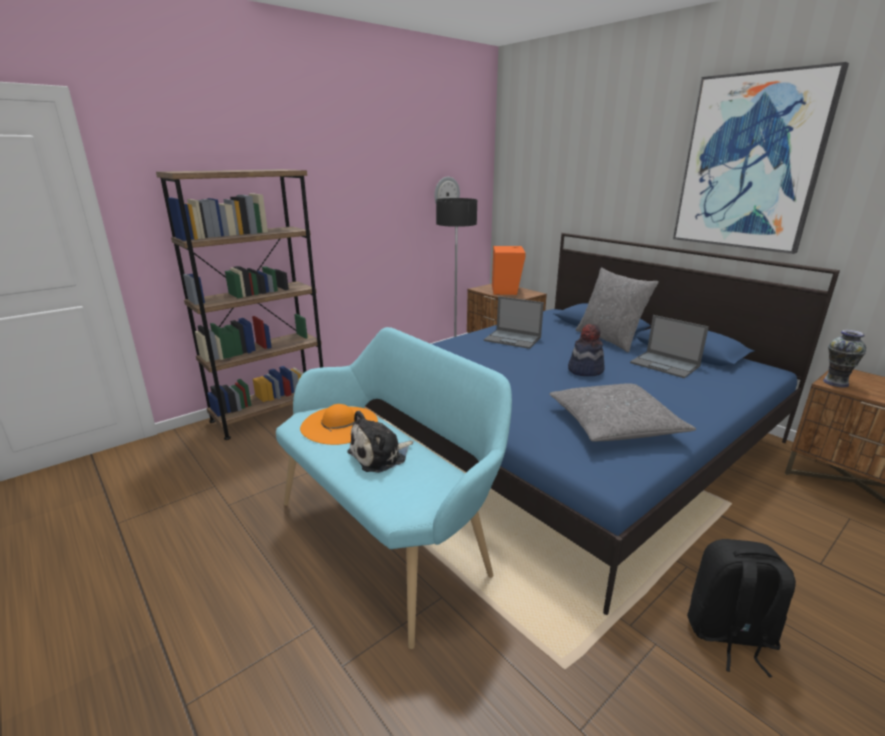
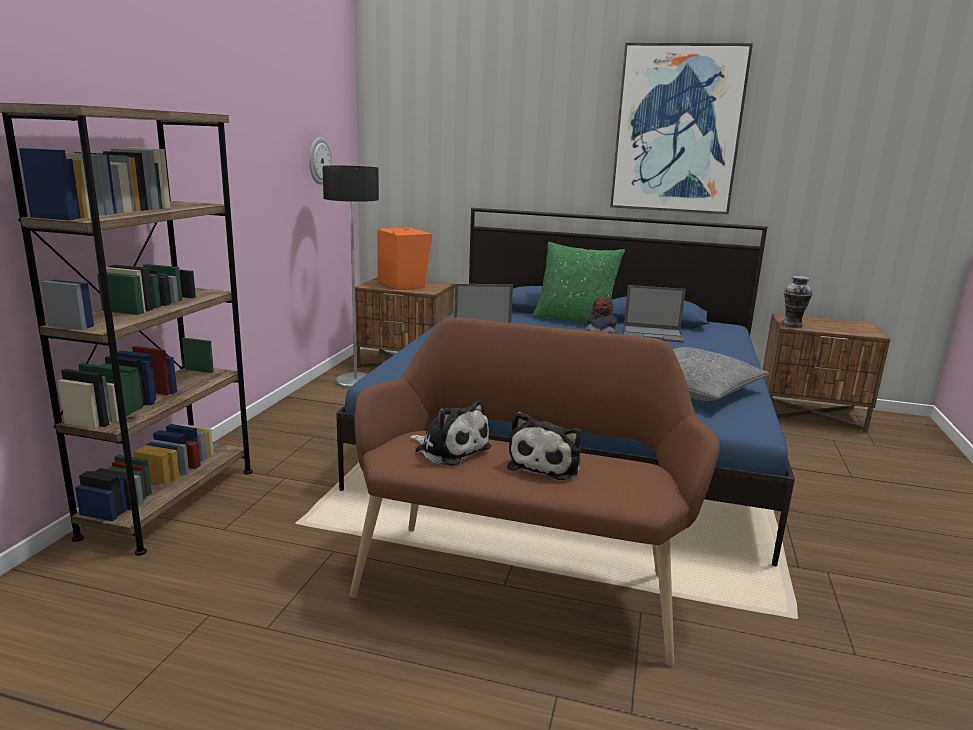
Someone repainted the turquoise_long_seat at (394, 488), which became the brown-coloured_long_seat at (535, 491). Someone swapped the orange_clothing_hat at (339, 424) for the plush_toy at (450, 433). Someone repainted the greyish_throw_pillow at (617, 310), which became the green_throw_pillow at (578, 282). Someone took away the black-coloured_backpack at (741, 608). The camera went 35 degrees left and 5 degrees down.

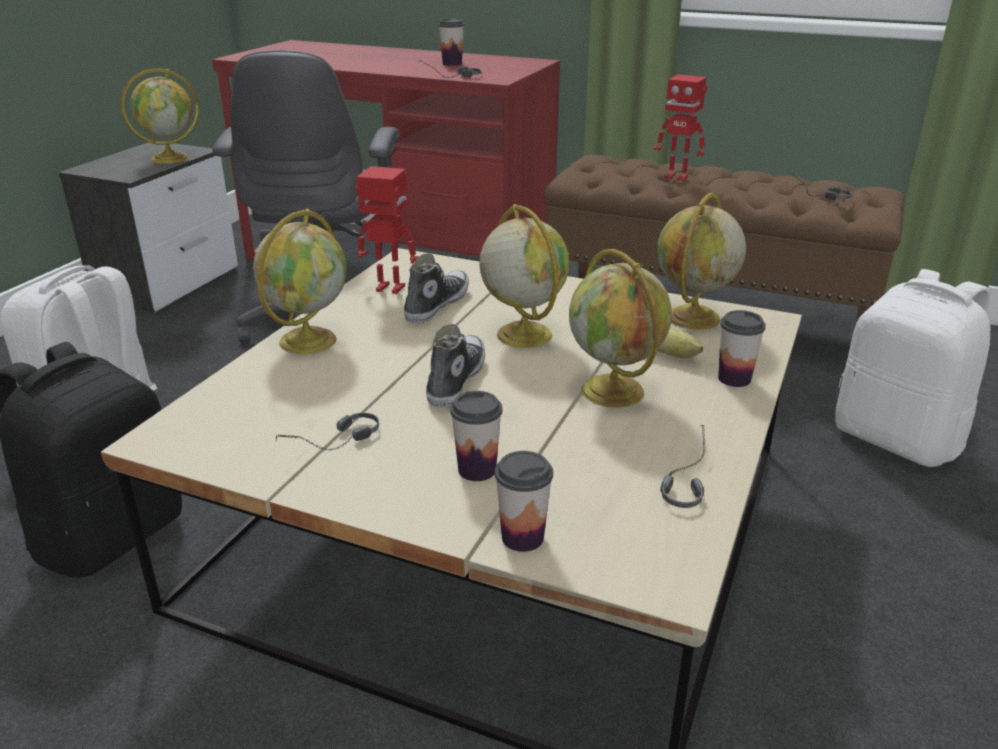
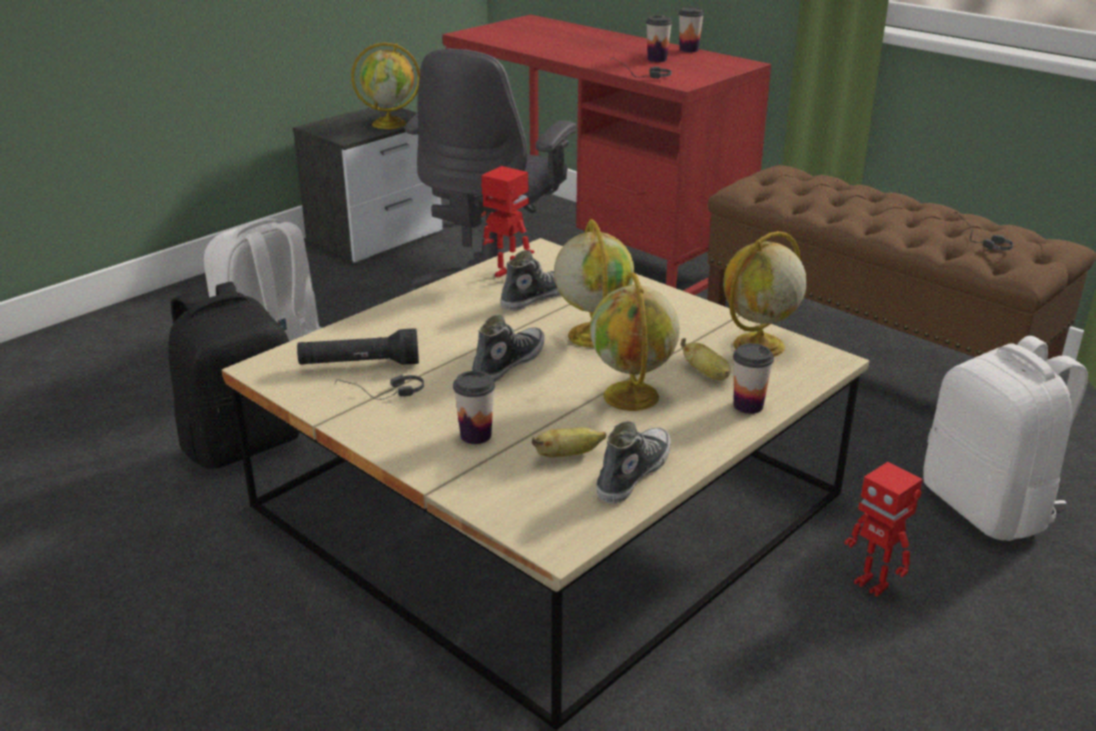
Someone took away the desk_globe at (300, 281). Someone carried the drinking_cup from (524, 501) to (691, 29). Someone carried the toy_robot from (680, 127) to (883, 529). Someone swapped the headset at (683, 466) for the item_of_footwear at (633, 462). Someone put down the black-coloured_flashlight at (358, 346). Someone put down the whole_banana at (569, 442). The camera went 20 degrees right and 0 degrees up.

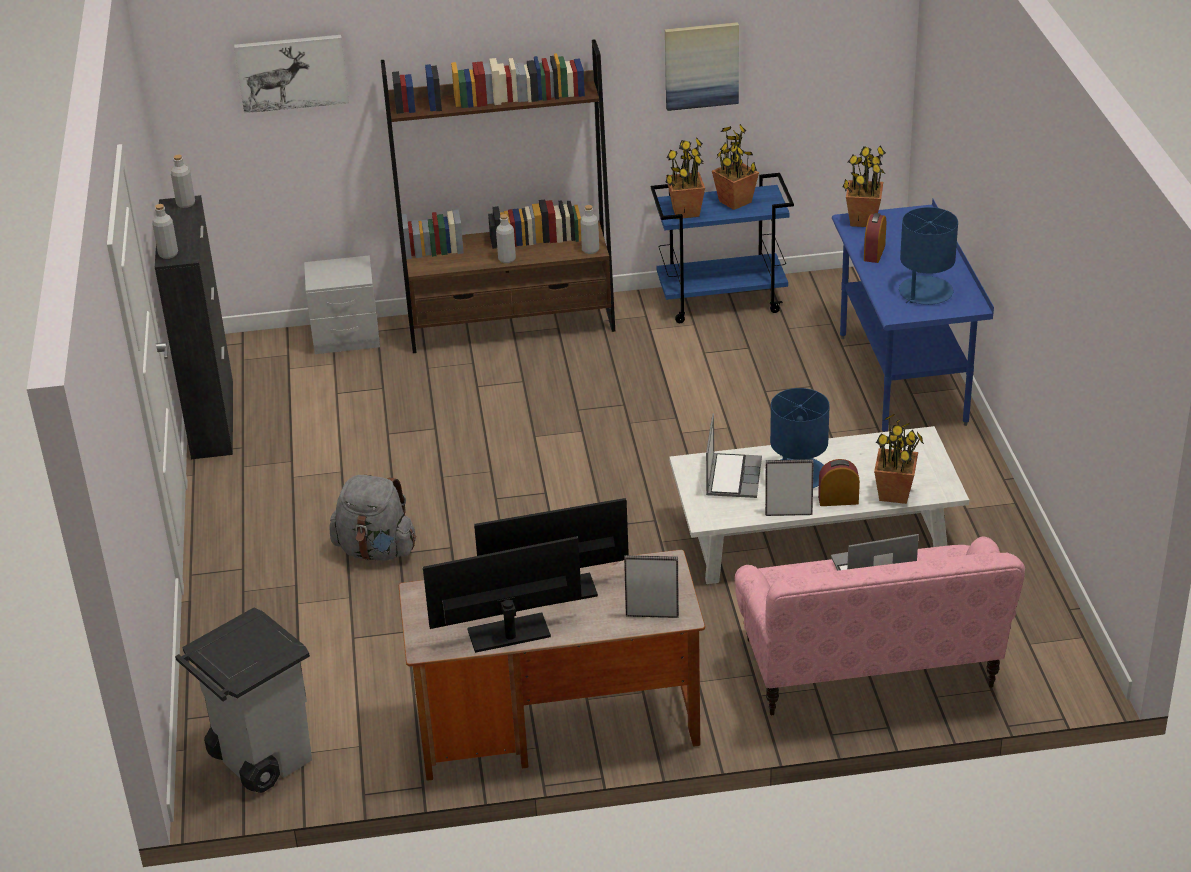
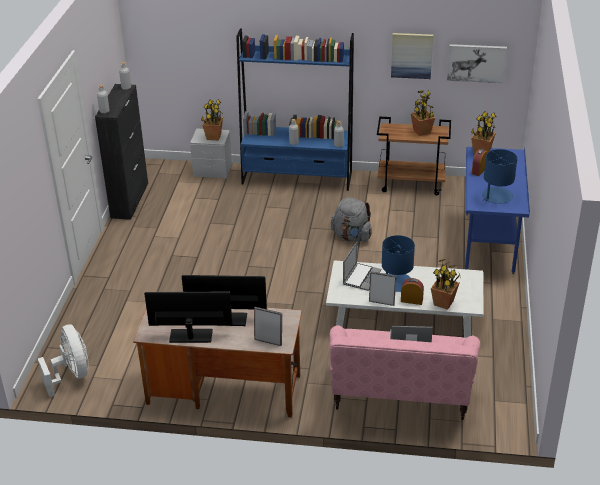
Someone swapped the greyish_rubbish_bin at (243, 700) for the white-coloured_electric_fan at (63, 360). Someone carried the wall_art from (291, 74) to (477, 63). Someone carried the greyish_backpack from (372, 518) to (351, 219). Someone repainted the brown-coloured_bookshelf at (498, 196), which became the blue-coloured_bookshelf at (295, 109). Someone repainted the blue-coloured_wheeled_cart at (722, 248), which became the brown-coloured_wheeled_cart at (414, 156). Someone carried the houseplant from (685, 178) to (212, 120). The camera went 15 degrees right and 0 degrees up.

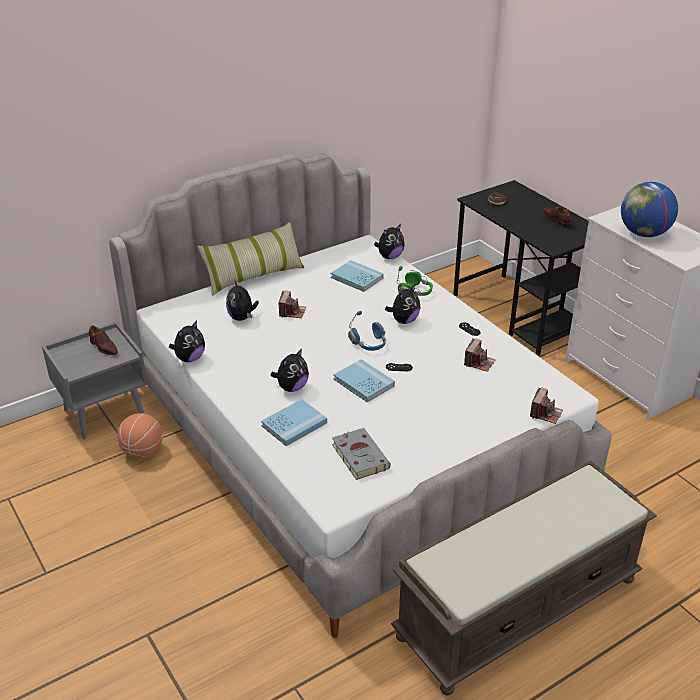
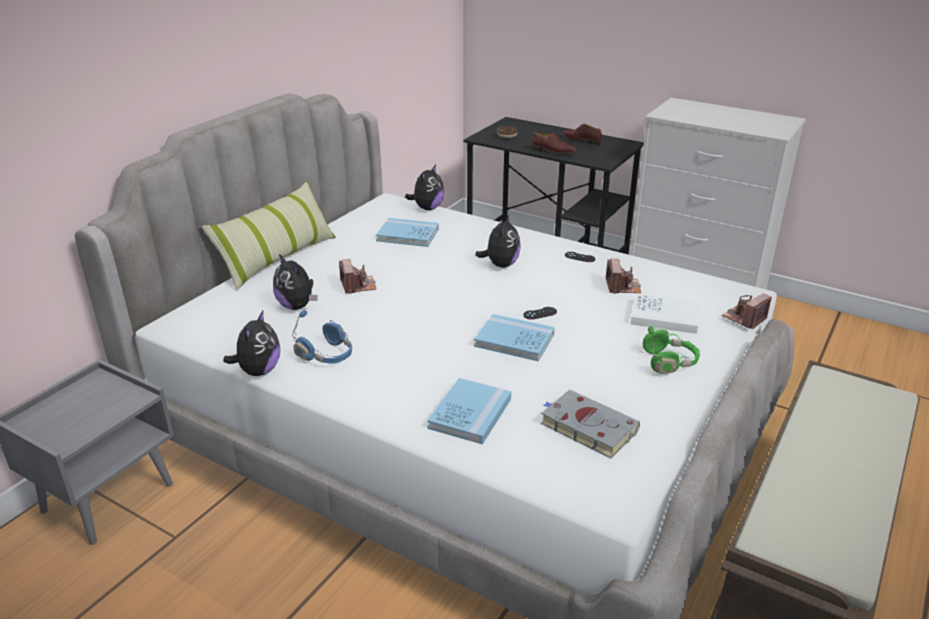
Someone carried the brown-coloured_item_of_footwear from (103, 340) to (554, 143). Someone took away the basketball_ball at (140, 435). Someone took away the plush_toy at (290, 370). Someone carried the blue-coloured_headset from (367, 331) to (322, 337). Someone carried the green_headset from (414, 281) to (671, 350). Someone rotated the still_camera at (546, 405) by 135 degrees counterclockwise. Someone took away the desk_globe at (649, 209). Someone put down the white-coloured_bound_book at (665, 313). The camera went 25 degrees left and 5 degrees down.

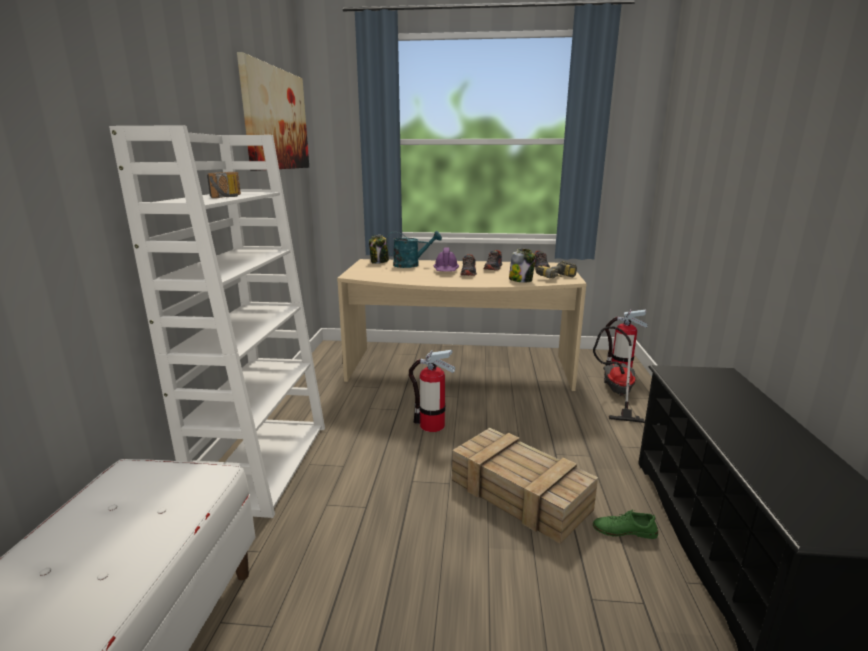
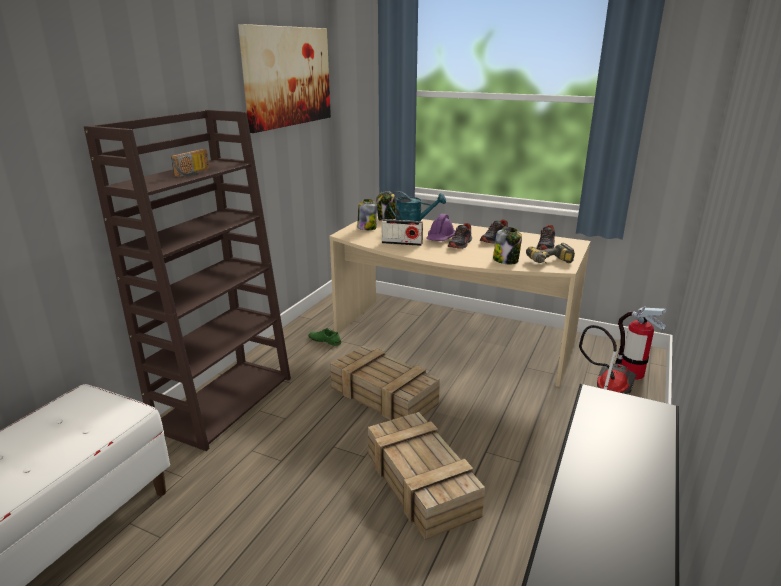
Someone repainted the white-coloured_bookshelf at (217, 321), which became the brown-coloured_bookshelf at (187, 280). Someone swapped the fire_extinguisher at (432, 391) for the shipping_crate at (385, 383). Someone carried the green_item_of_footwear from (625, 524) to (325, 337). Someone put down the jar at (367, 214). Someone put down the radio at (402, 232). The camera went 20 degrees right and 5 degrees up.

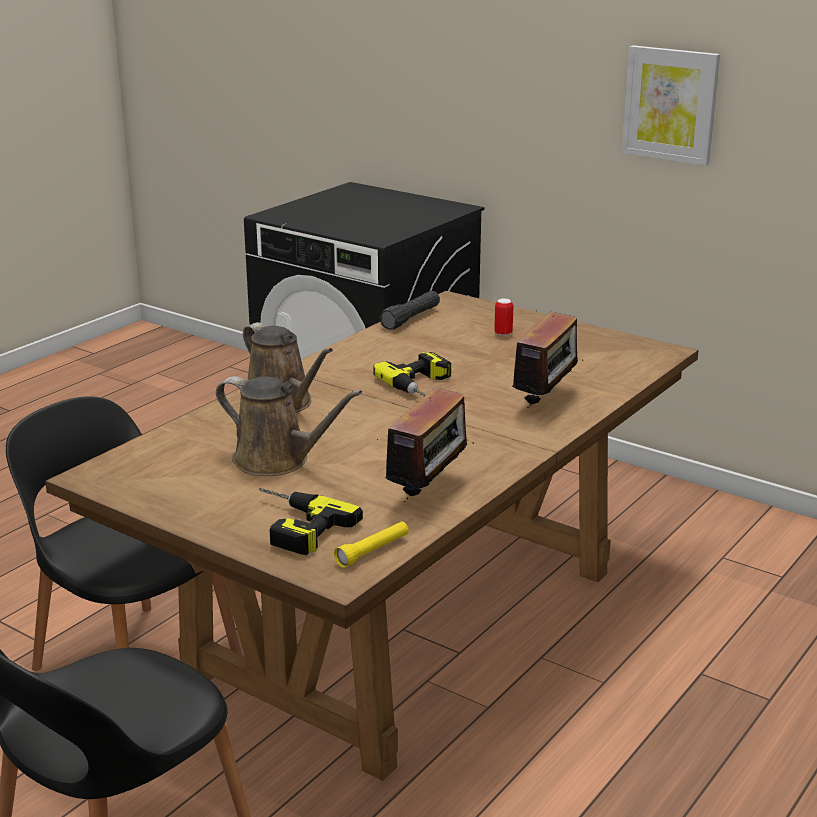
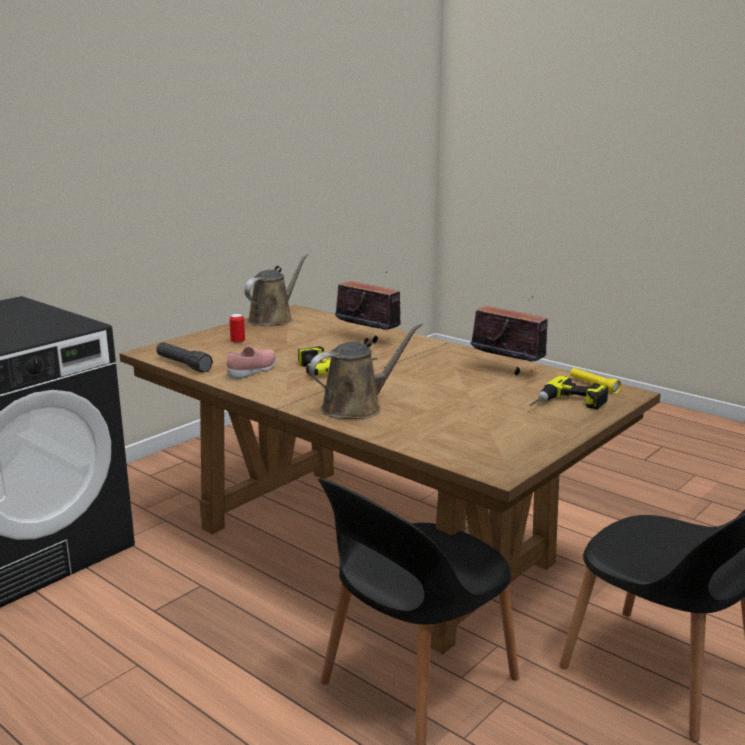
Someone carried the brown-coloured_watering_can from (289, 426) to (276, 289). Someone took away the wall_art at (671, 105). Someone put down the pink-coloured_item_of_footwear at (252, 363). The camera went 85 degrees left and 5 degrees down.

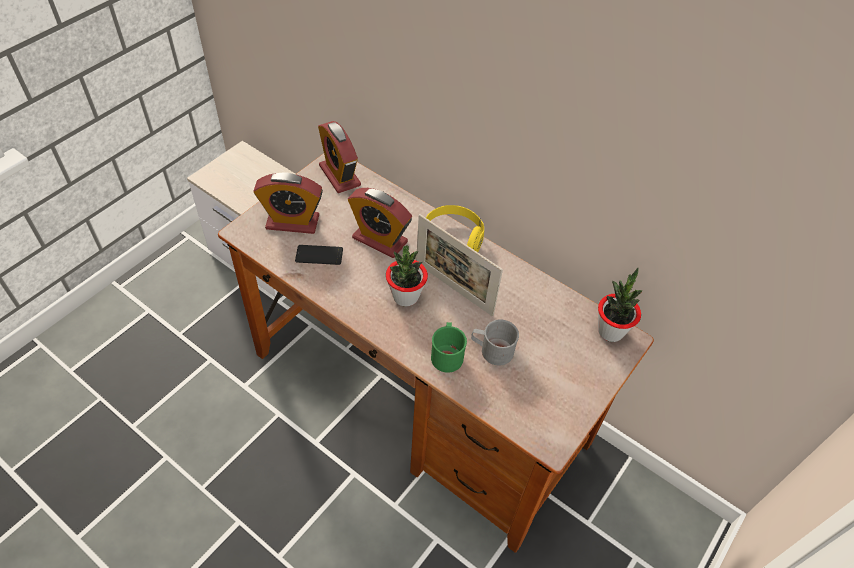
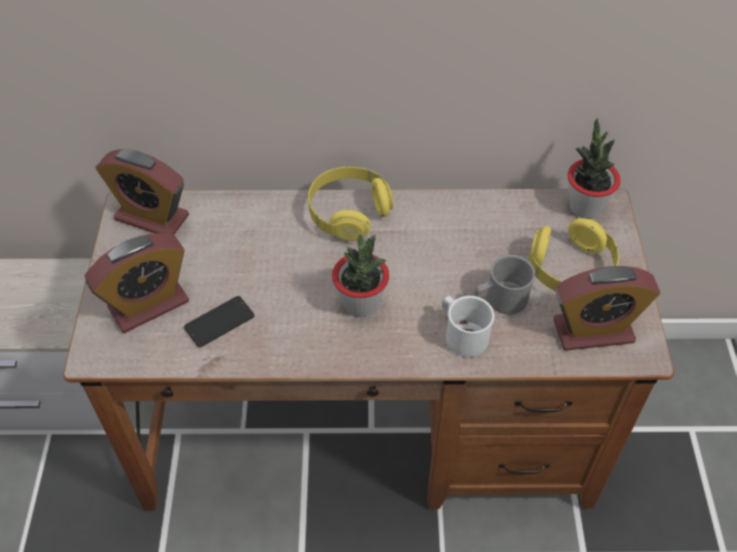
Someone carried the table_clock from (380, 223) to (606, 308). Someone took away the picture_frame at (459, 265). Someone repainted the green_coffee_mug at (449, 347), which became the white-coloured_coffee_mug at (468, 326). Someone put down the yellow-coloured_headset at (574, 254). The camera went 35 degrees left and 0 degrees up.

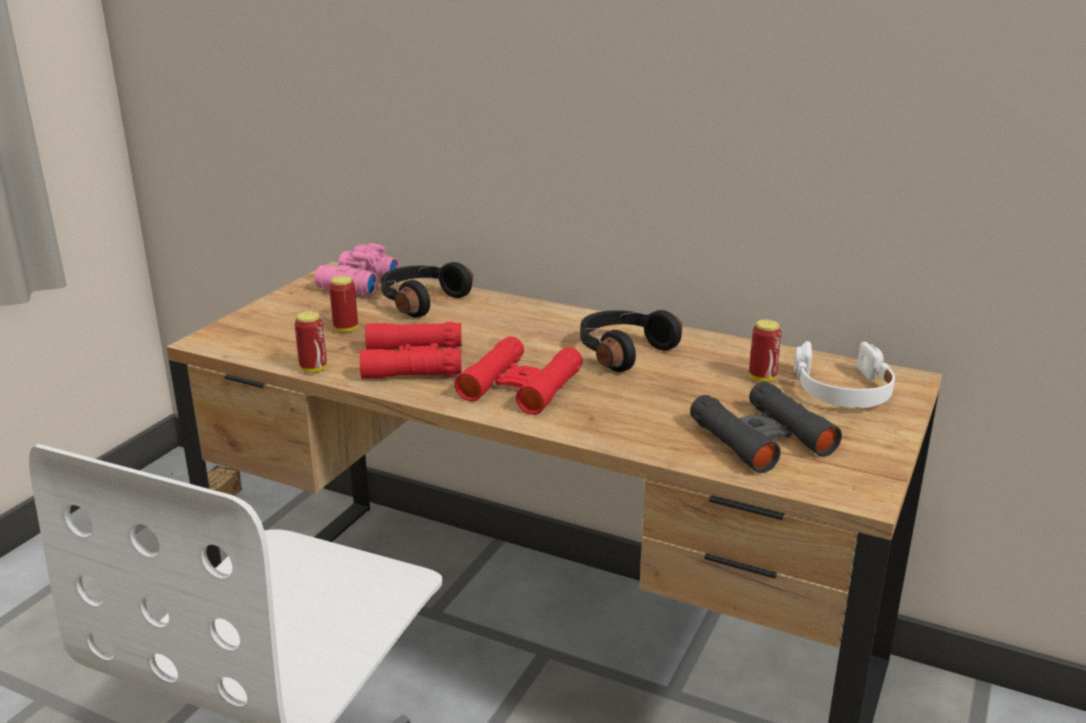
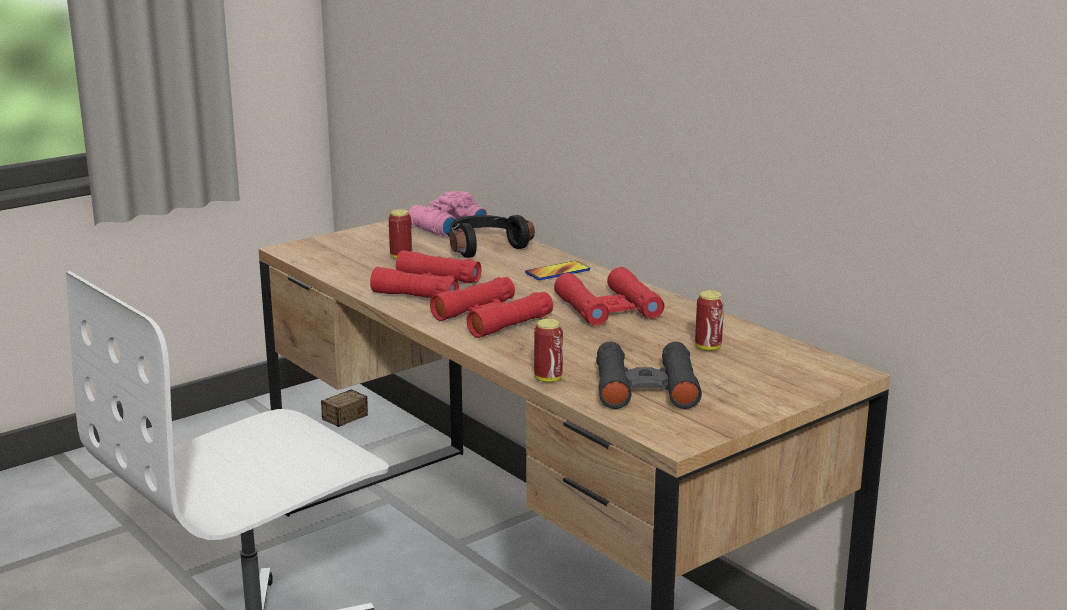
Someone carried the can from (311, 342) to (548, 351). Someone swapped the black-coloured_headset at (631, 341) for the red_binoculars at (609, 296). Someone took away the white-coloured_headset at (844, 374). Someone put down the telephone at (557, 270). The camera went 25 degrees right and 5 degrees down.

